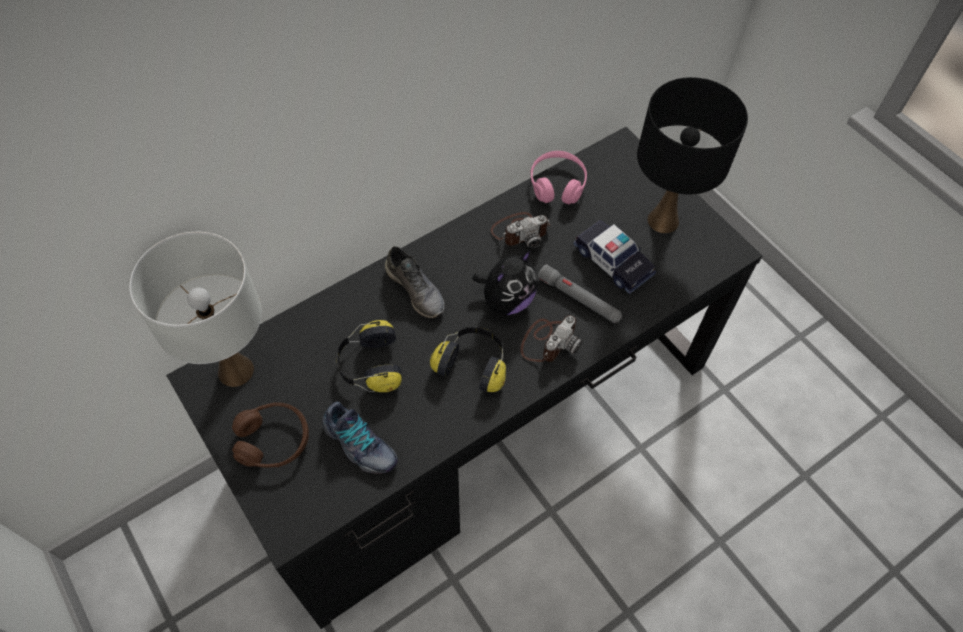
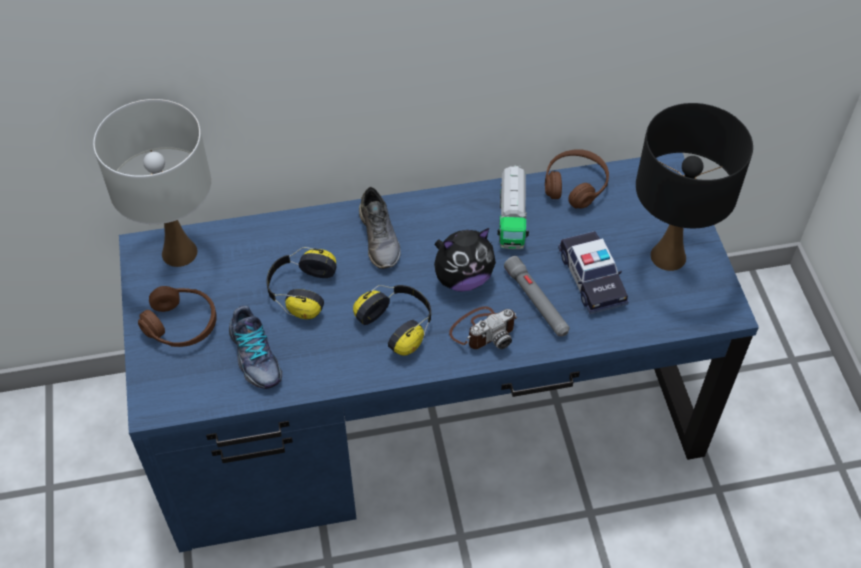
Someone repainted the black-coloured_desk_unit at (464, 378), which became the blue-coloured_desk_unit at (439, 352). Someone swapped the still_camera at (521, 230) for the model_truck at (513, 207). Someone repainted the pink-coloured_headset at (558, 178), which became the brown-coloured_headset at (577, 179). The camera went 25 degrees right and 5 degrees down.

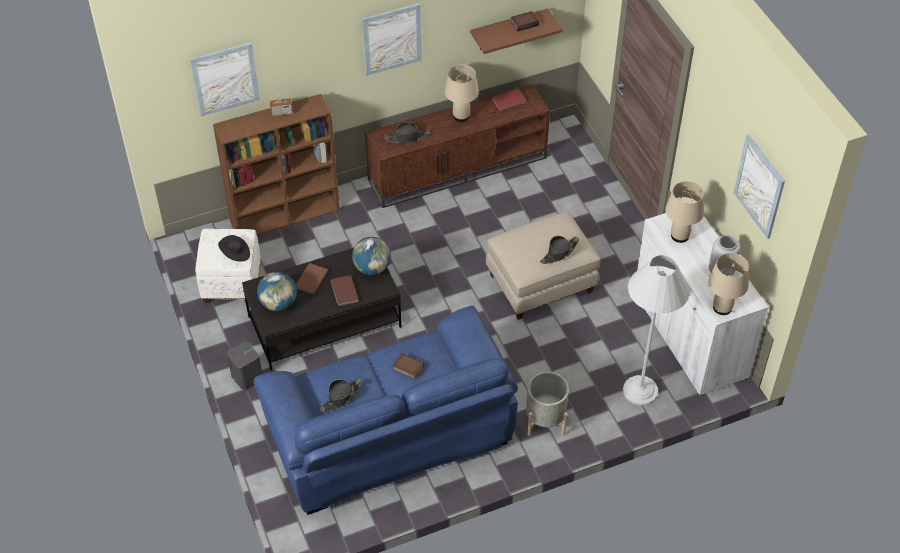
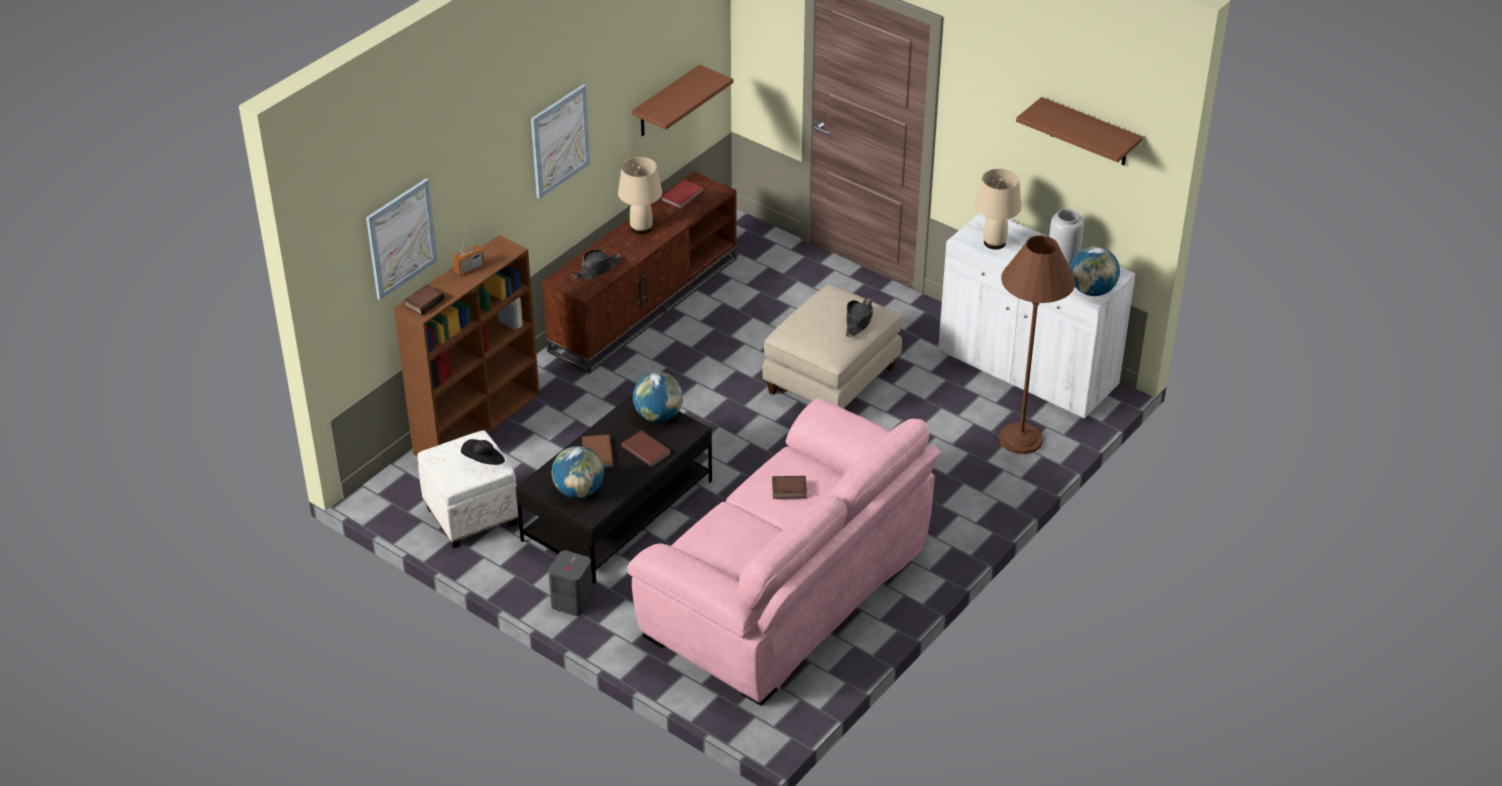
Someone repainted the blue-coloured_settee at (385, 410), which became the pink-coloured_settee at (784, 552). Someone took away the black-coloured_clothing_hat at (341, 395). Someone carried the bound_book from (524, 21) to (424, 299). Someone took away the greyish_flower_pot at (547, 404). Someone repainted the white-coloured_standing_lamp at (656, 331), which became the brown-coloured_standing_lamp at (1037, 344). Someone swapped the sand-coloured_lamp_for_a_table at (728, 284) for the desk_globe at (1095, 271). Someone swapped the wall_art at (759, 187) for the brown-coloured_shelf at (1079, 131). The camera went 30 degrees left and 10 degrees down.

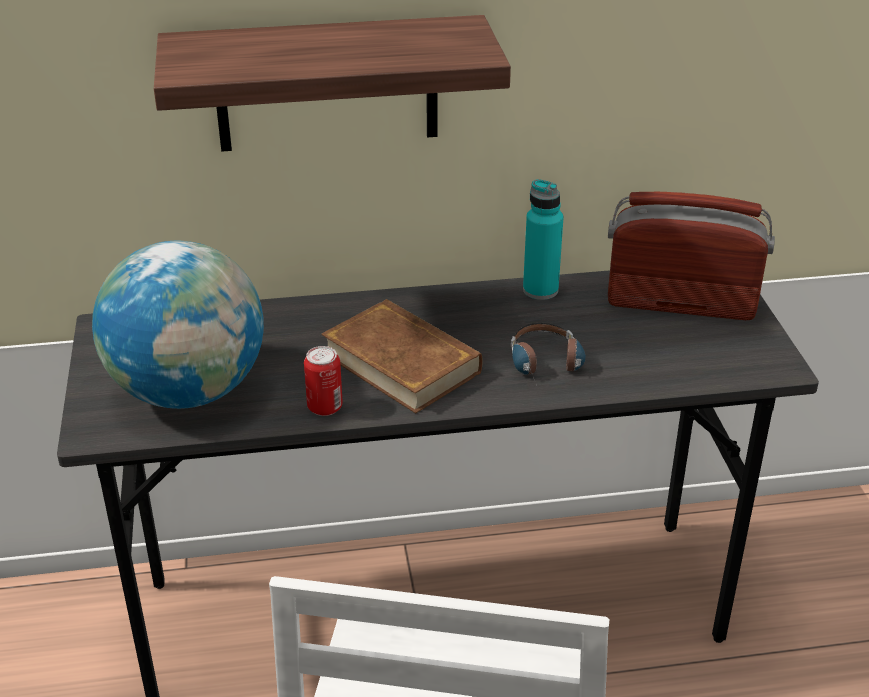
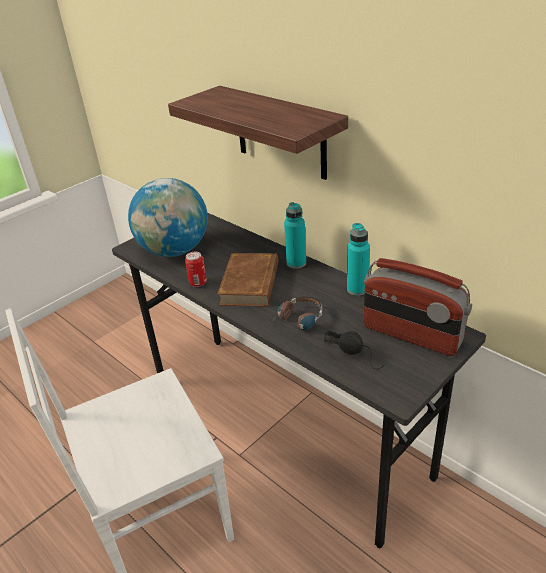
Someone rotated the radio at (691, 256) by 150 degrees clockwise. Someone put down the turquoise_bottle at (295, 235). Someone put down the black-coloured_headset at (354, 350). The camera went 55 degrees right and 0 degrees up.

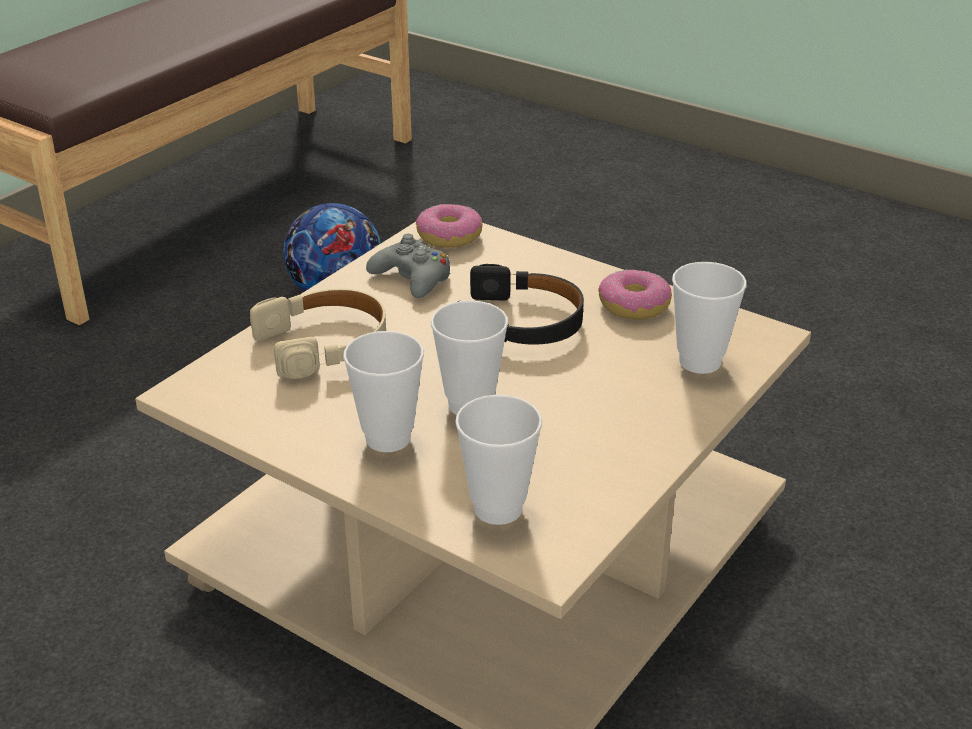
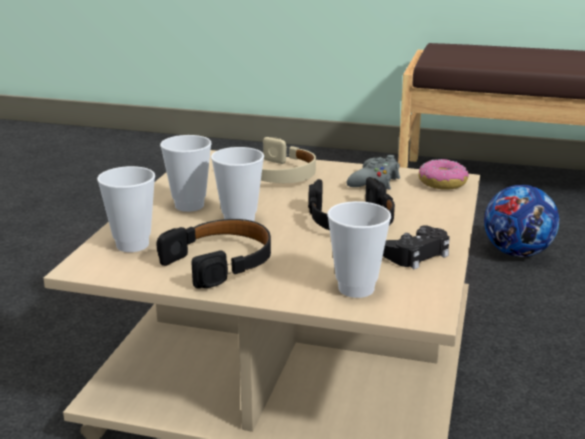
Someone swapped the donut at (635, 294) for the black-coloured_joypad at (416, 247). Someone put down the black-coloured_headset at (213, 254). The camera went 70 degrees right and 10 degrees down.

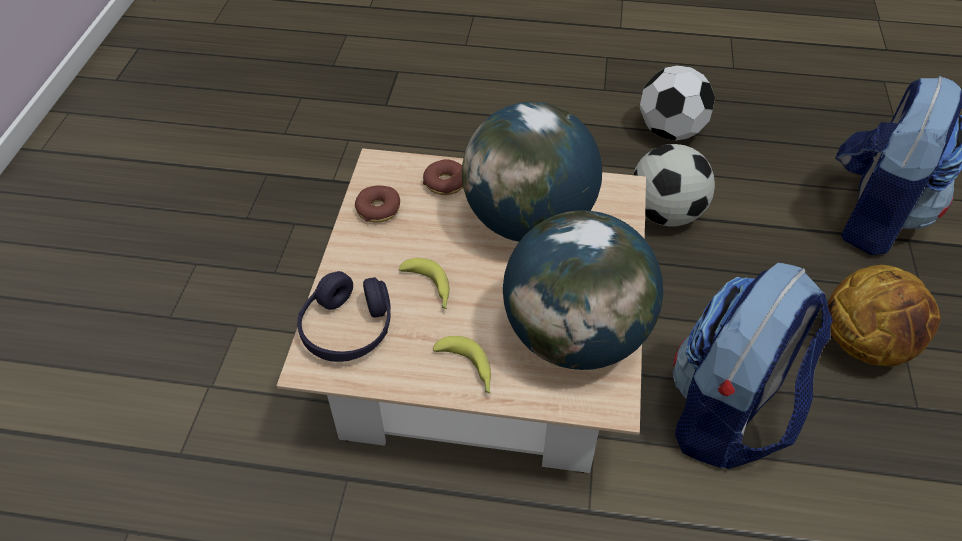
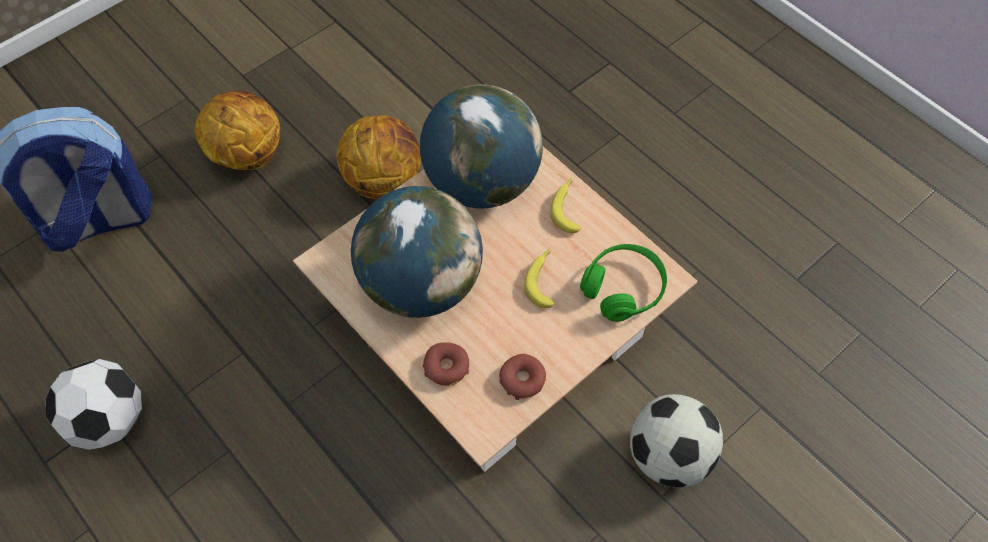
Someone repainted the purplish_headset at (343, 316), which became the green_headset at (623, 283). Someone carried the football_ball from (674, 185) to (676, 441). Someone swapped the backpack at (752, 366) for the basketball_ball at (378, 157). The camera went 140 degrees left and 10 degrees up.

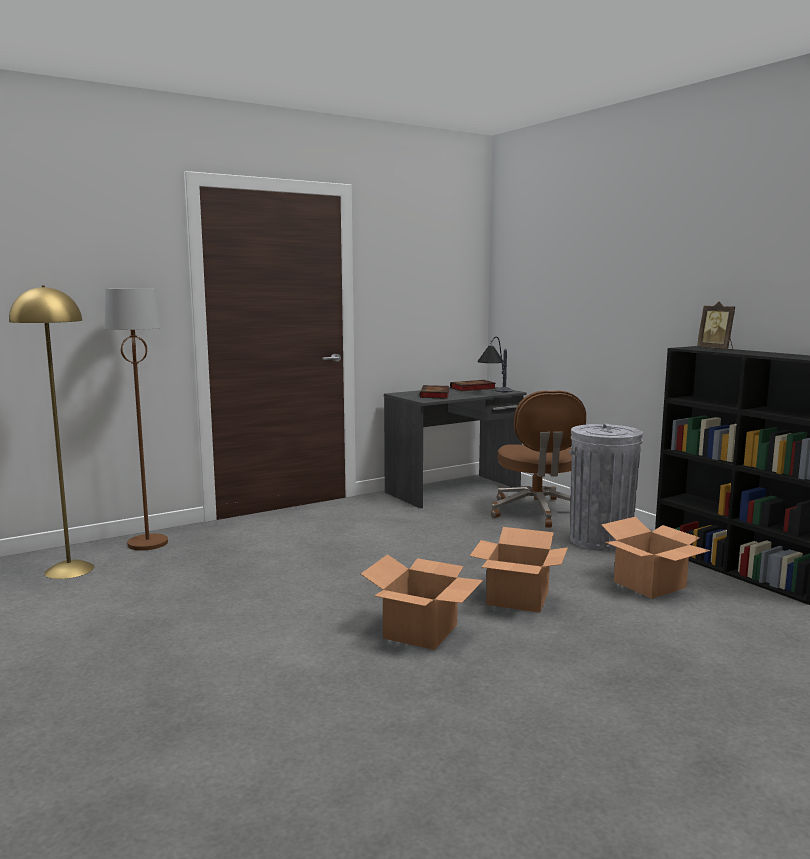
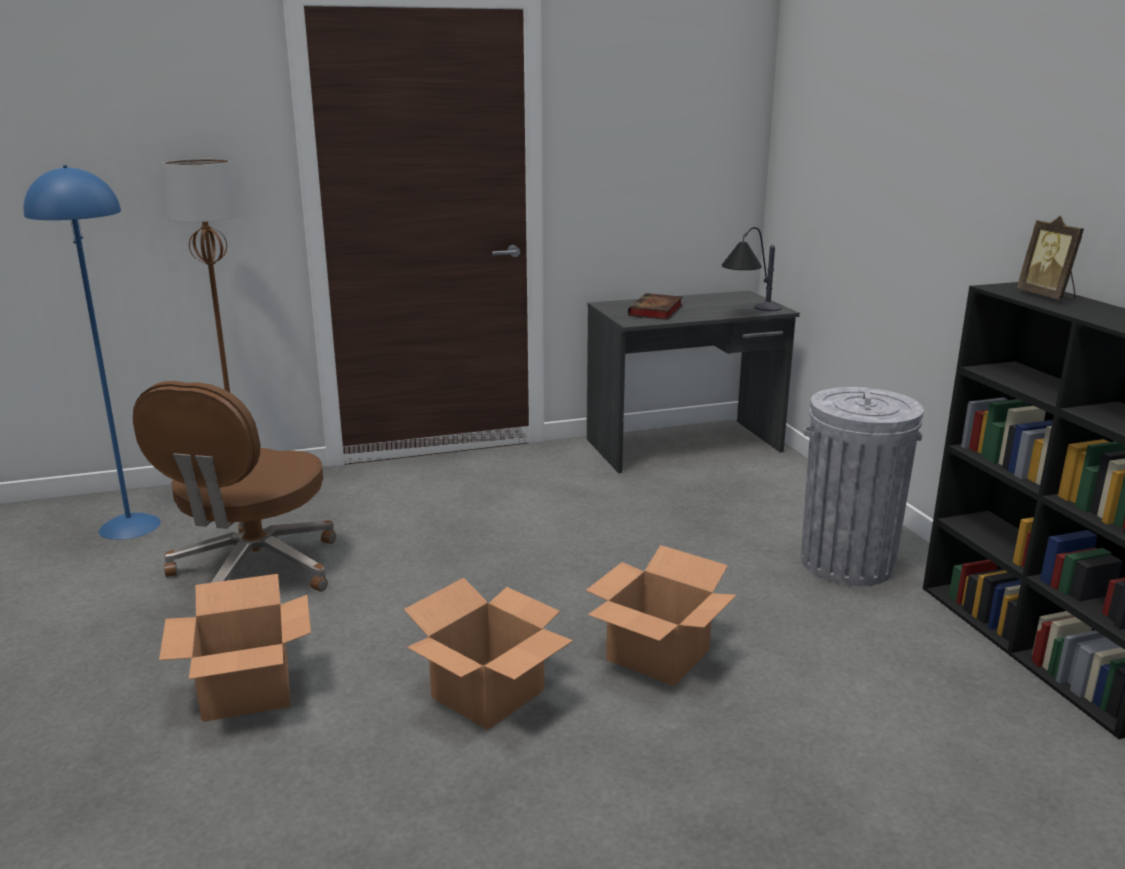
Someone repainted the yellow-coloured_standing_lamp at (51, 432), which became the blue-coloured_standing_lamp at (92, 352). Someone took away the bound_book at (473, 385). Someone carried the brown-coloured_office_chair from (538, 459) to (234, 486). Someone carried the cardboard_box from (656, 558) to (235, 648). The camera went 15 degrees right and 10 degrees up.

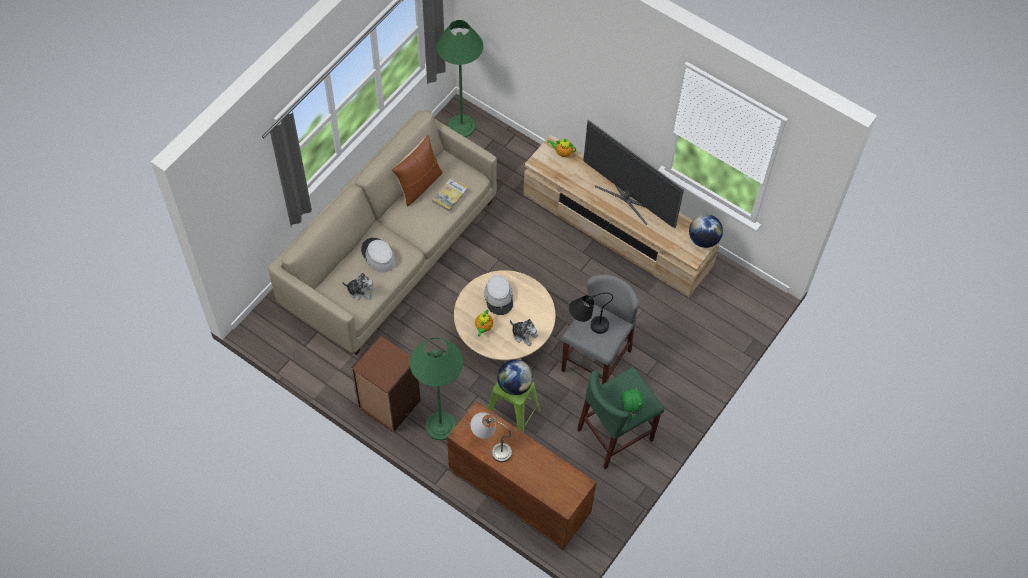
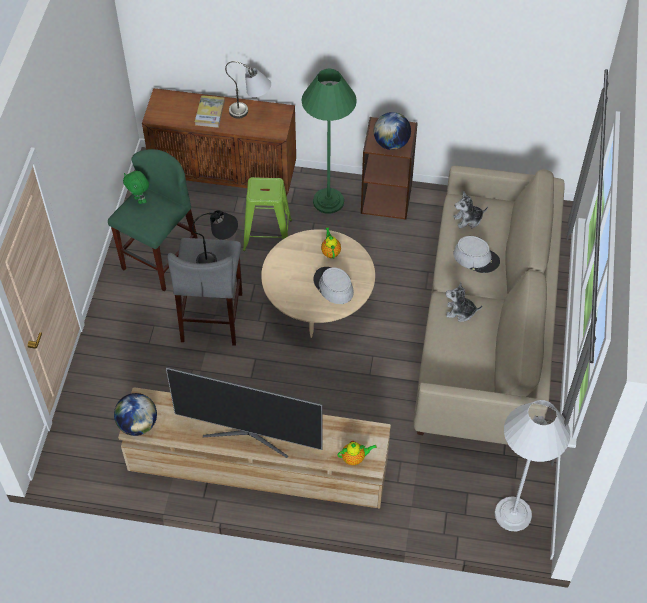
Someone took away the brown-coloured_throw_pillow at (417, 171). Someone carried the bound_book from (450, 194) to (210, 111). Someone repainted the green_standing_lamp at (459, 78), which became the white-coloured_standing_lamp at (532, 466). Someone carried the desk_globe from (515, 377) to (392, 131). Someone carried the plush_toy from (524, 332) to (464, 302). The camera went 155 degrees right and 5 degrees down.

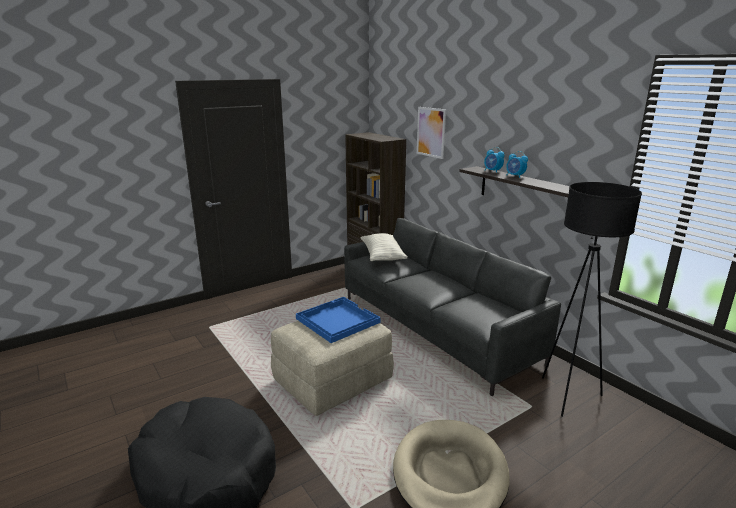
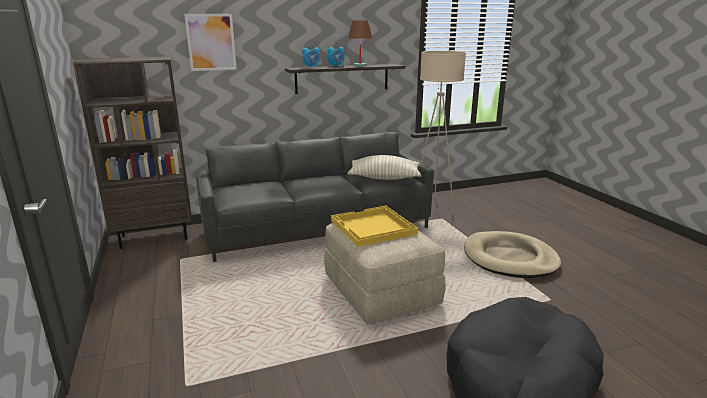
Someone repainted the blue-coloured_tray at (338, 320), which became the yellow-coloured_tray at (374, 226). Someone carried the throw_pillow from (384, 247) to (384, 167). Someone repainted the black-coloured_standing_lamp at (592, 299), which became the sand-coloured_standing_lamp at (443, 132). Someone put down the brown-coloured_lamp_for_a_table at (360, 43). The camera went 75 degrees left and 0 degrees up.

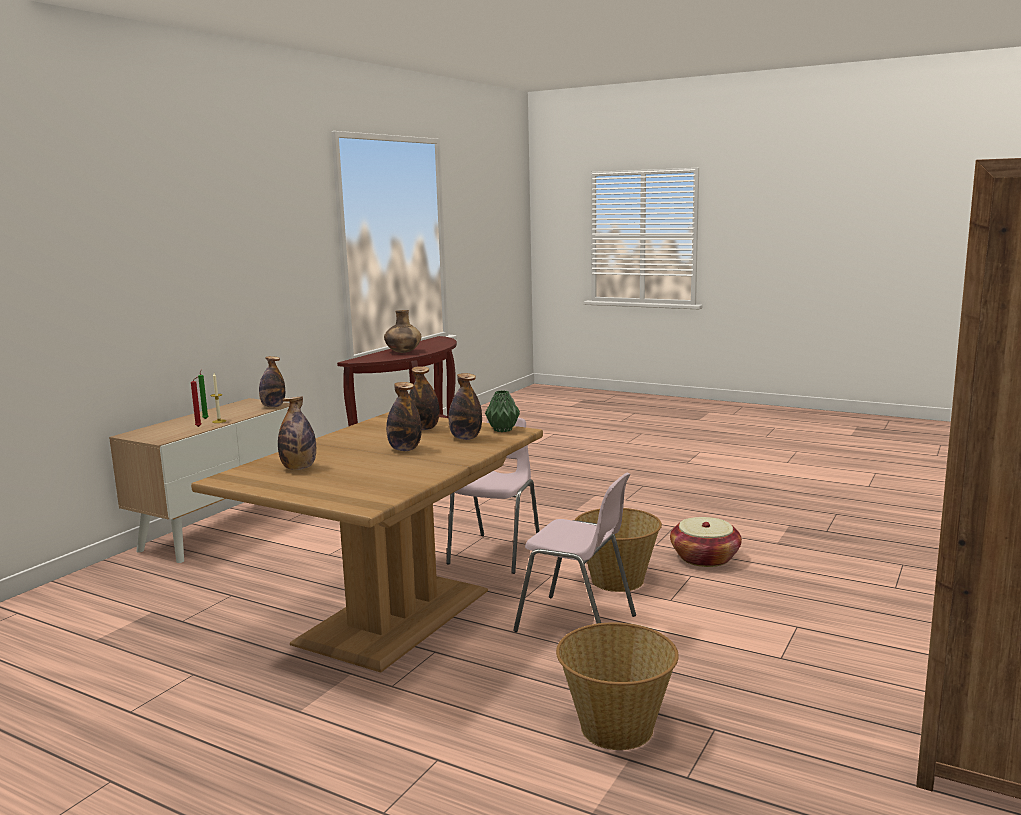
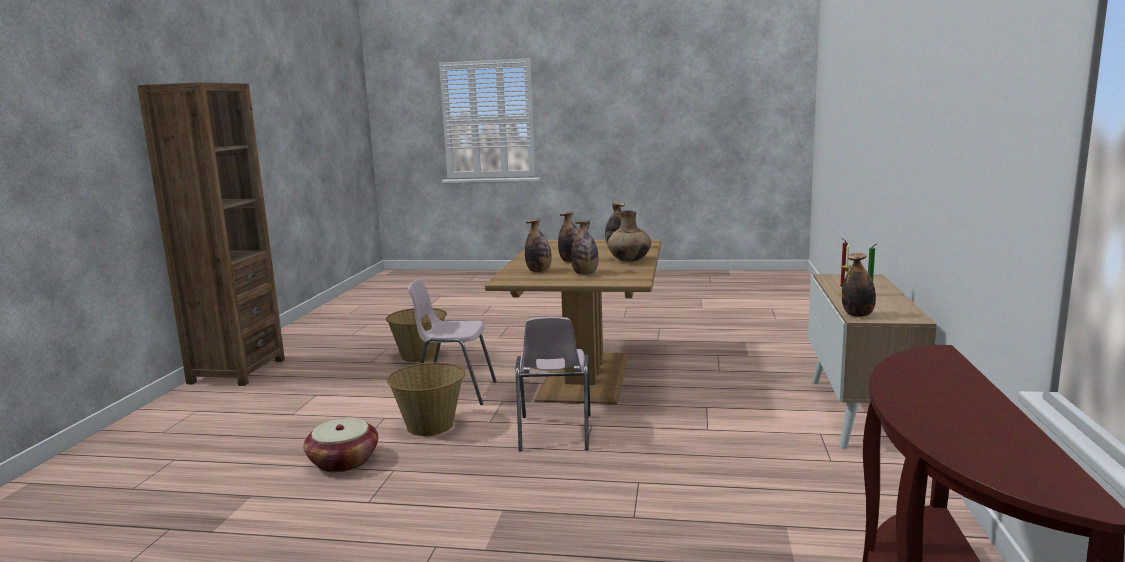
Someone carried the brown-coloured_flower_vase from (403, 331) to (629, 236). Someone took away the green_flower_vase at (502, 411). The camera went 160 degrees right and 0 degrees up.

